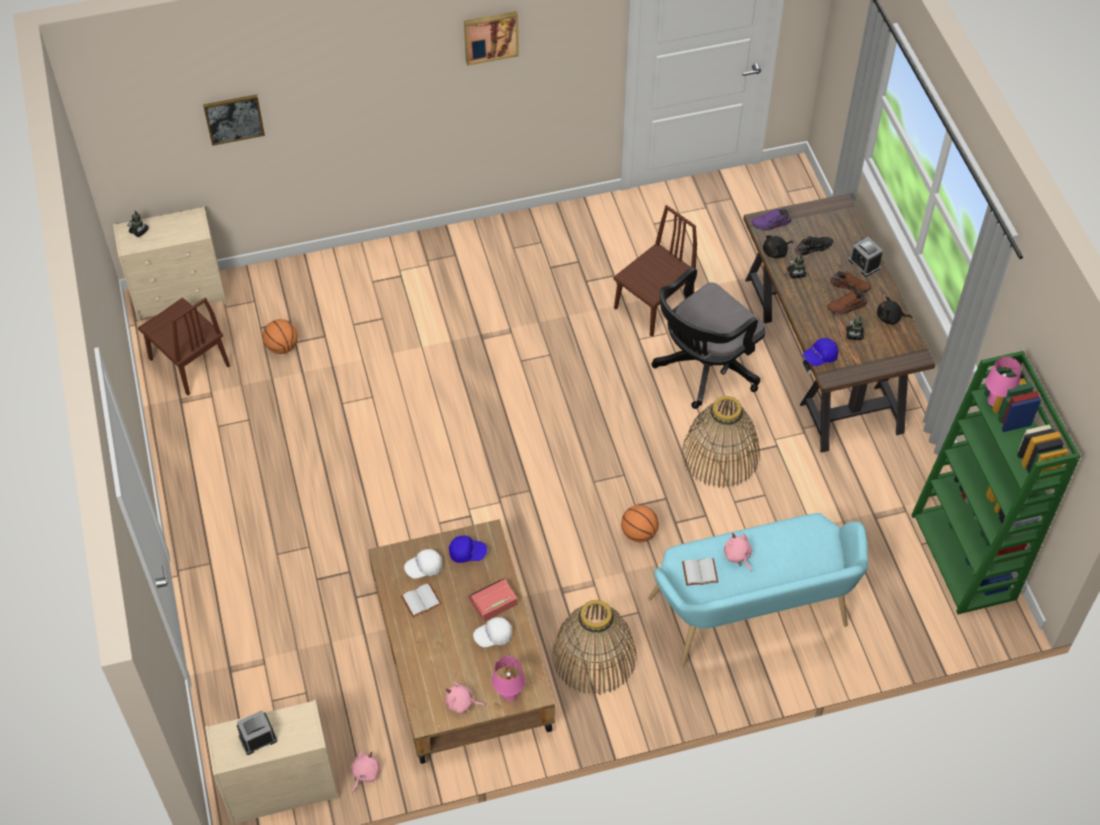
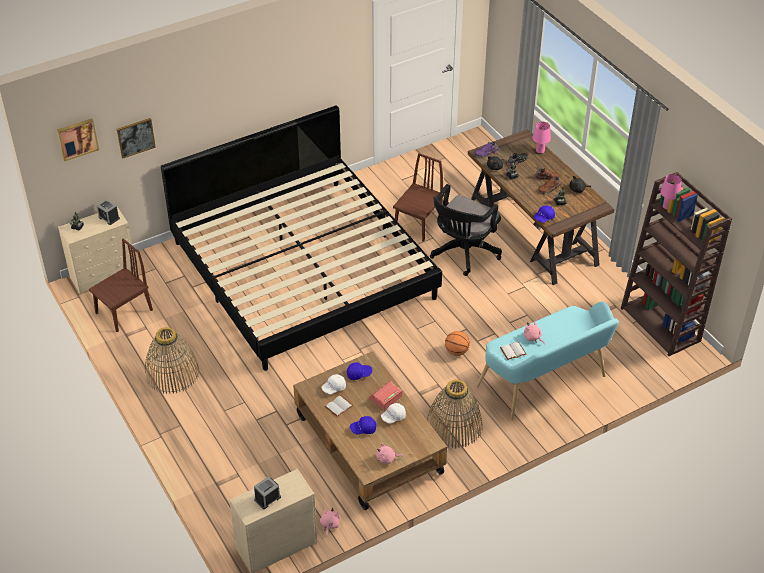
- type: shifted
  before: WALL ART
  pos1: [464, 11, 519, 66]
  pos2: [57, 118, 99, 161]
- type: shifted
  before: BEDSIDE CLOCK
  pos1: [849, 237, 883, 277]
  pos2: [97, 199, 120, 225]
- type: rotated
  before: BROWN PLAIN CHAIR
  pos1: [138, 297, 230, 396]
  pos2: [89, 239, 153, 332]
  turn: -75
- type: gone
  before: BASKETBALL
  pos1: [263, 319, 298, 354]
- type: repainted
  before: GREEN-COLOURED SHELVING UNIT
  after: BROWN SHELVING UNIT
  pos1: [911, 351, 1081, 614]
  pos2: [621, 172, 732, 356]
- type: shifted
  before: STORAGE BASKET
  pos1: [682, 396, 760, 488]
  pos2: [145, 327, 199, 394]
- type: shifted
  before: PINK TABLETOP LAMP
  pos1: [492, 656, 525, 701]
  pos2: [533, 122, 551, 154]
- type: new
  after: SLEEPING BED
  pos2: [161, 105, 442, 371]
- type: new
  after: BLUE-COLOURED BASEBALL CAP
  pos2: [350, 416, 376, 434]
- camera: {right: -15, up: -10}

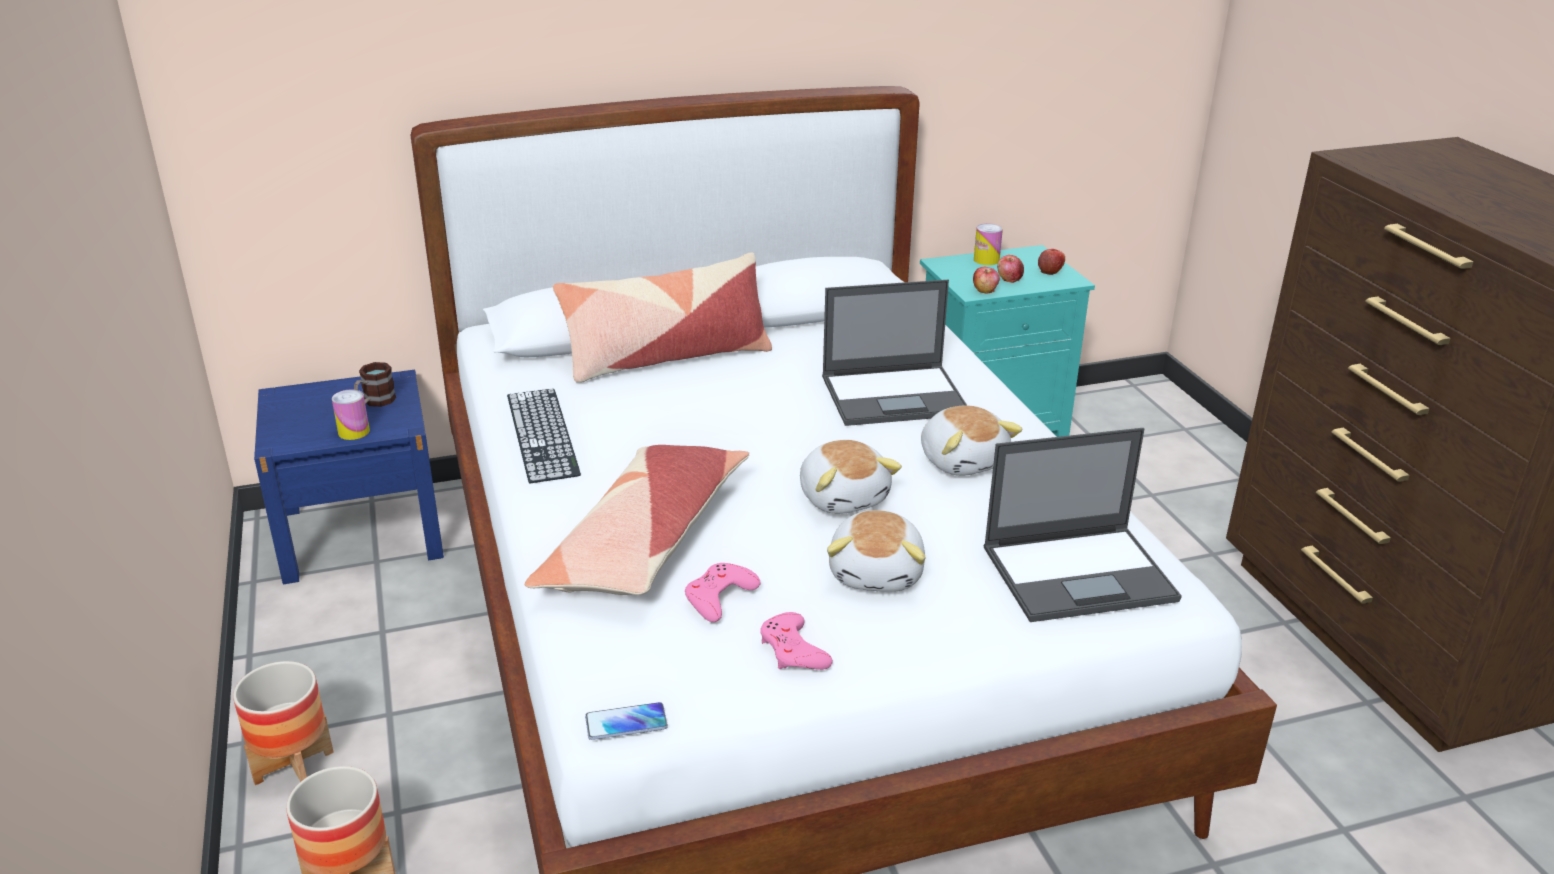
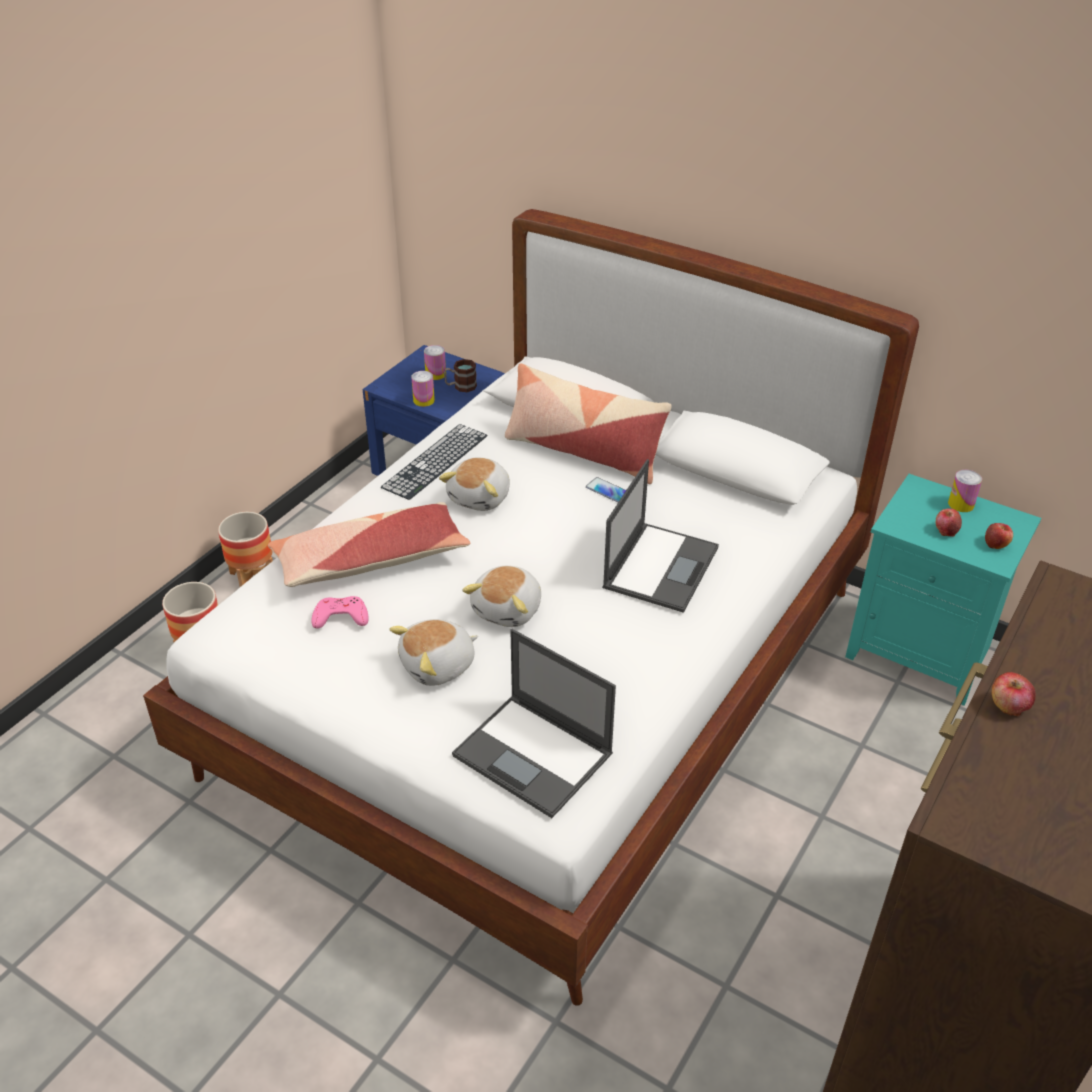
- type: shifted
  before: WHOLE APPLE
  pos1: [973, 267, 1000, 294]
  pos2: [992, 672, 1036, 717]
- type: rotated
  before: PORTABLE COMPUTER
  pos1: [822, 280, 967, 426]
  pos2: [602, 459, 719, 613]
  turn: -105
- type: shifted
  before: CUDDLY TOY
  pos1: [921, 405, 1022, 476]
  pos2: [439, 457, 510, 511]
- type: gone
  before: PINK GAME CONTROLLER
  pos1: [760, 612, 833, 670]
- type: shifted
  before: TELEPHONE
  pos1: [585, 702, 668, 740]
  pos2: [586, 477, 626, 503]
- type: new
  after: METAL CAN
  pos2: [424, 345, 446, 380]
- camera: {right: 50, up: 10}

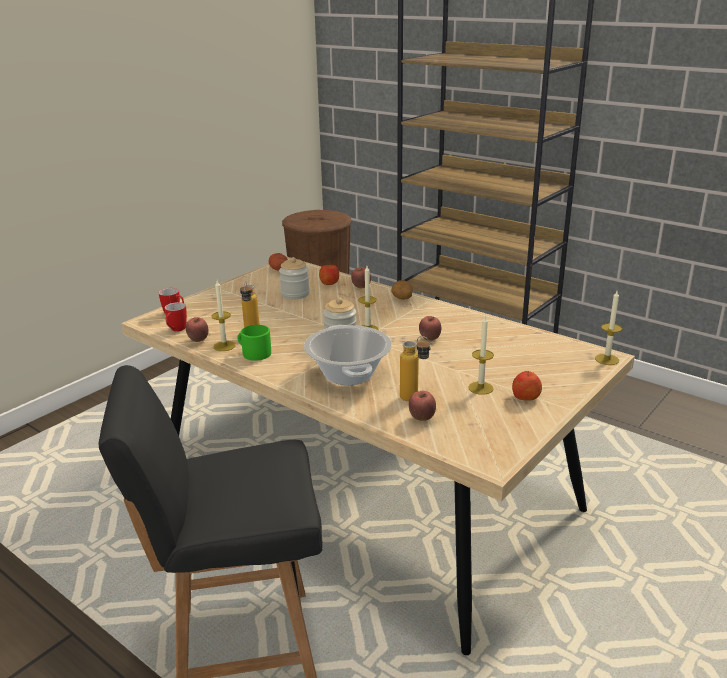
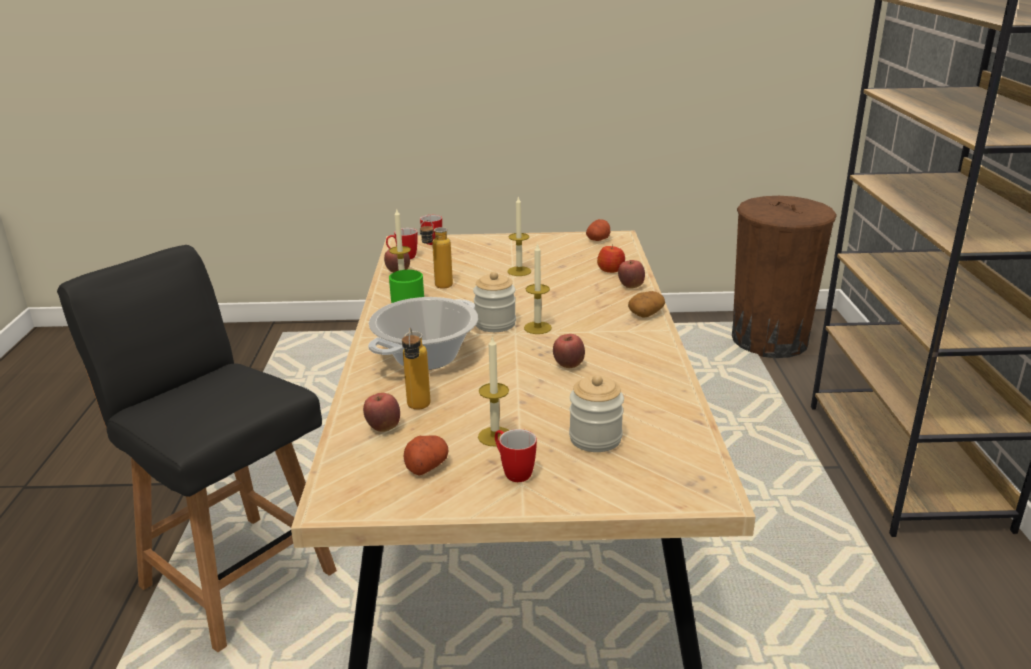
- type: shifted
  before: JAR
  pos1: [279, 257, 310, 299]
  pos2: [569, 375, 624, 452]
- type: shifted
  before: WAX CANDLE
  pos1: [595, 291, 622, 365]
  pos2: [508, 197, 531, 276]
- type: swapped
  before: WHOLE APPLE
  after: MUG
  pos1: [512, 371, 542, 401]
  pos2: [495, 429, 537, 482]
- type: new
  after: SPUD
  pos2: [403, 435, 448, 475]
- camera: {right: 50, up: 0}

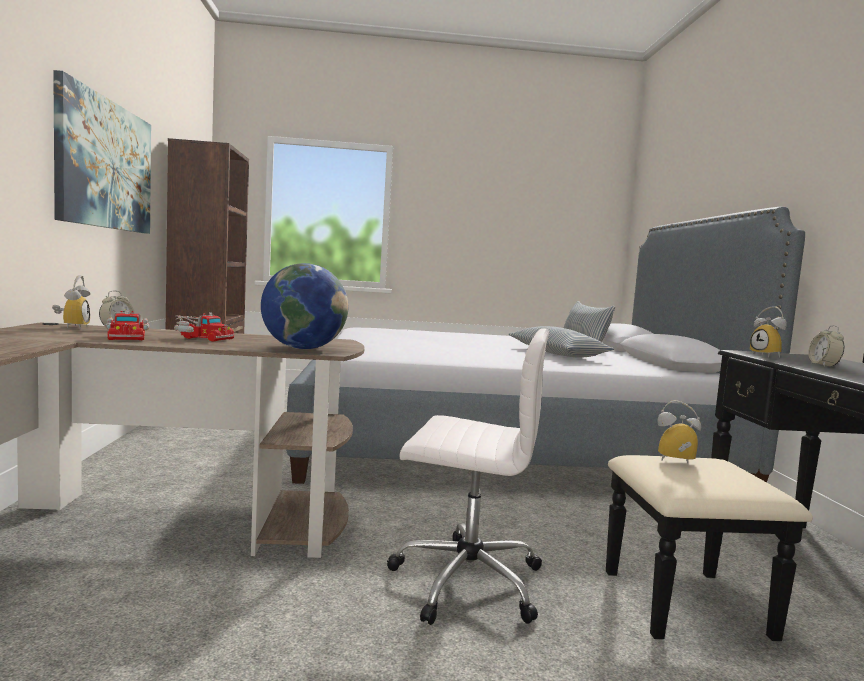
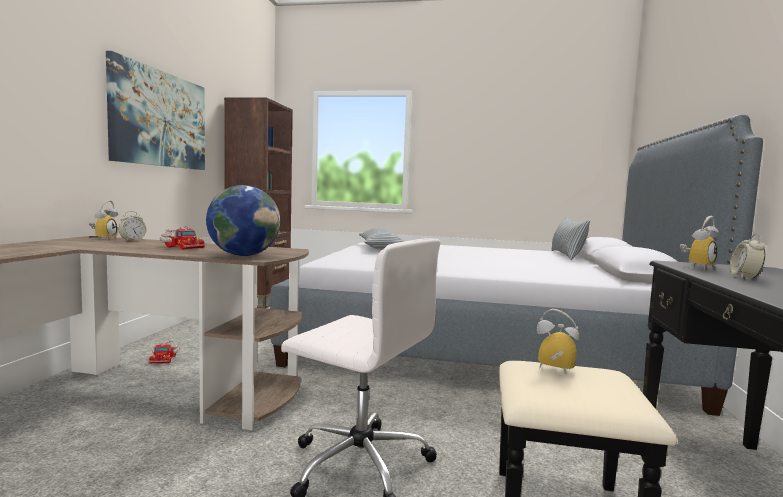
- type: rotated
  before: BEDSIDE CLOCK
  pos1: [750, 306, 787, 358]
  pos2: [680, 216, 720, 269]
  turn: -120
- type: shifted
  before: TOY LORRY
  pos1: [105, 310, 150, 340]
  pos2: [149, 339, 180, 364]
- type: shifted
  before: PILLOW
  pos1: [508, 326, 614, 358]
  pos2: [359, 227, 404, 250]
- camera: {right: 15, up: 0}

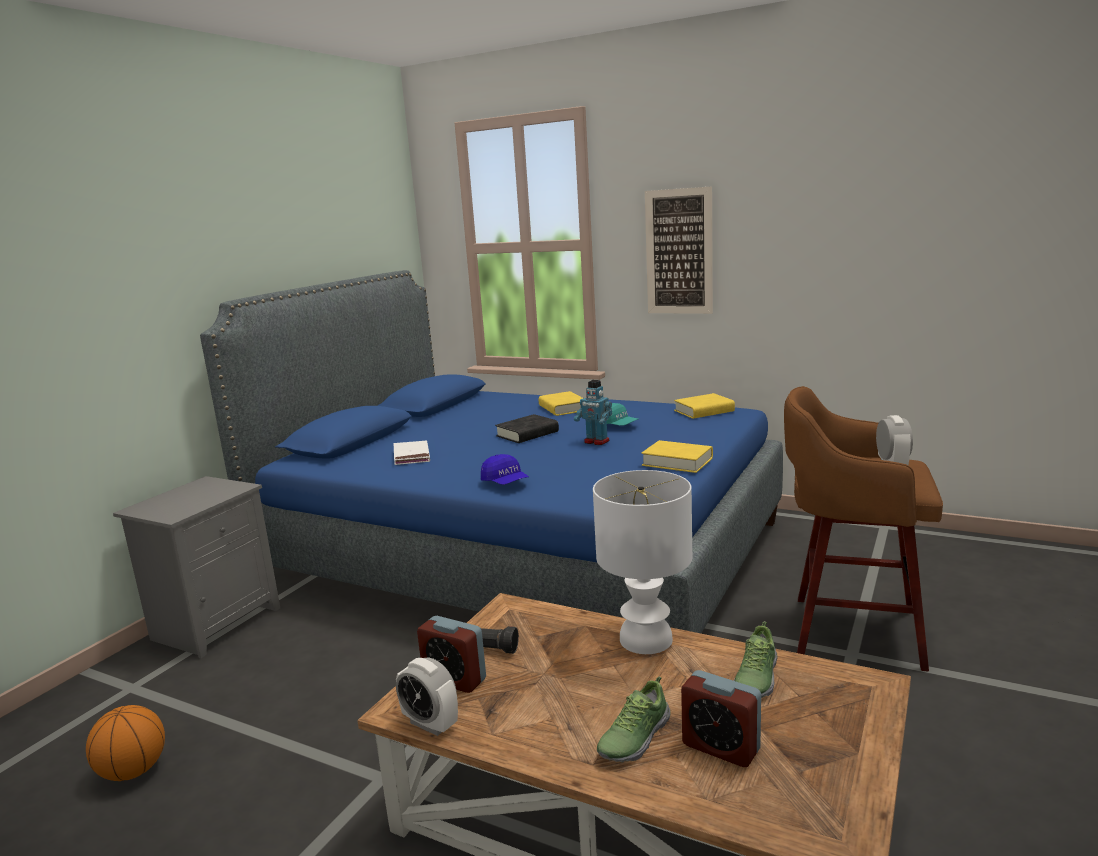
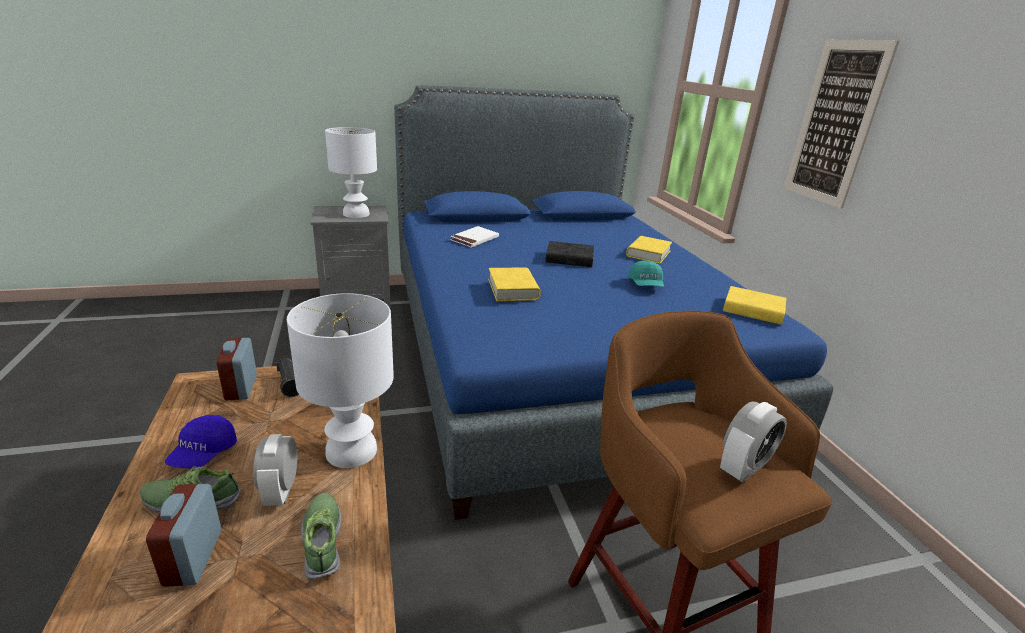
- type: gone
  before: MODEL ROBOT
  pos1: [574, 380, 612, 445]
- type: shifted
  before: YELLOWISH BOUND BOOK
  pos1: [641, 440, 713, 473]
  pos2: [488, 267, 541, 301]
- type: shifted
  before: BLUE-COLOURED BASEBALL CAP
  pos1: [481, 454, 529, 485]
  pos2: [165, 415, 237, 468]
- type: rotated
  before: LOW SHOE
  pos1: [734, 621, 777, 698]
  pos2: [301, 493, 342, 580]
  turn: 90
- type: shifted
  before: BEDSIDE CLOCK
  pos1: [396, 657, 458, 736]
  pos2: [253, 434, 297, 506]
- type: gone
  before: BASKETBALL
  pos1: [86, 705, 165, 781]
- type: new
  after: WHITE-COLOURED TABLETOP LAMP
  pos2: [325, 127, 377, 218]
- camera: {right: 45, up: 10}

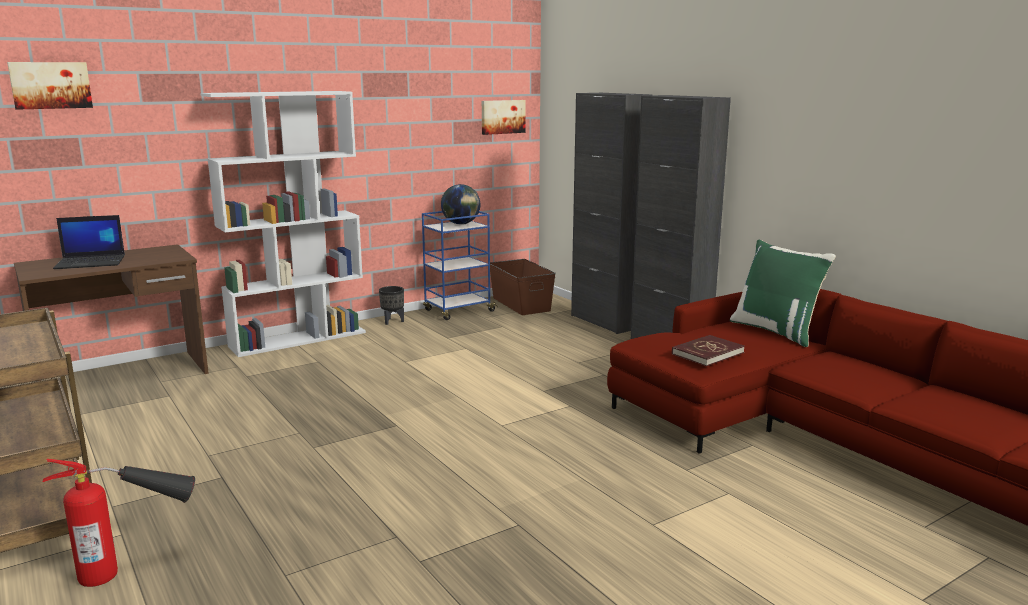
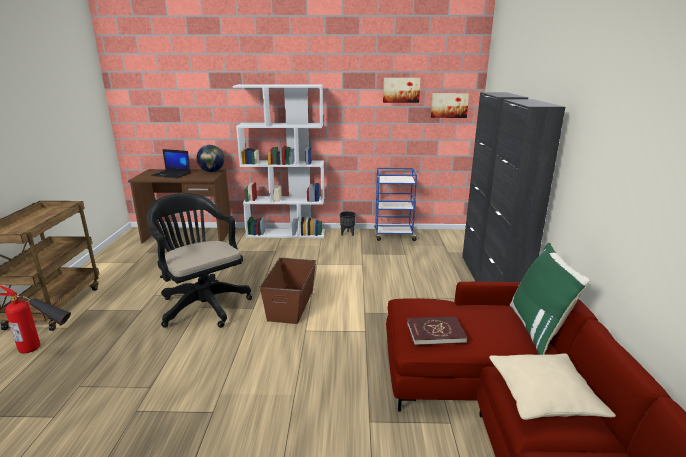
- type: shifted
  before: WALL ART
  pos1: [7, 62, 93, 110]
  pos2: [383, 78, 421, 103]
- type: shifted
  before: DESK GLOBE
  pos1: [441, 184, 480, 225]
  pos2: [197, 145, 224, 172]
- type: shifted
  before: BROWN STORAGE BIN
  pos1: [490, 259, 556, 315]
  pos2: [260, 258, 316, 324]
- type: new
  after: BLACKISH DESK CHAIR
  pos2: [146, 193, 252, 328]
- type: new
  after: SAND-COLOURED PILLOW
  pos2: [489, 353, 616, 420]
- camera: {right: 35, up: 5}

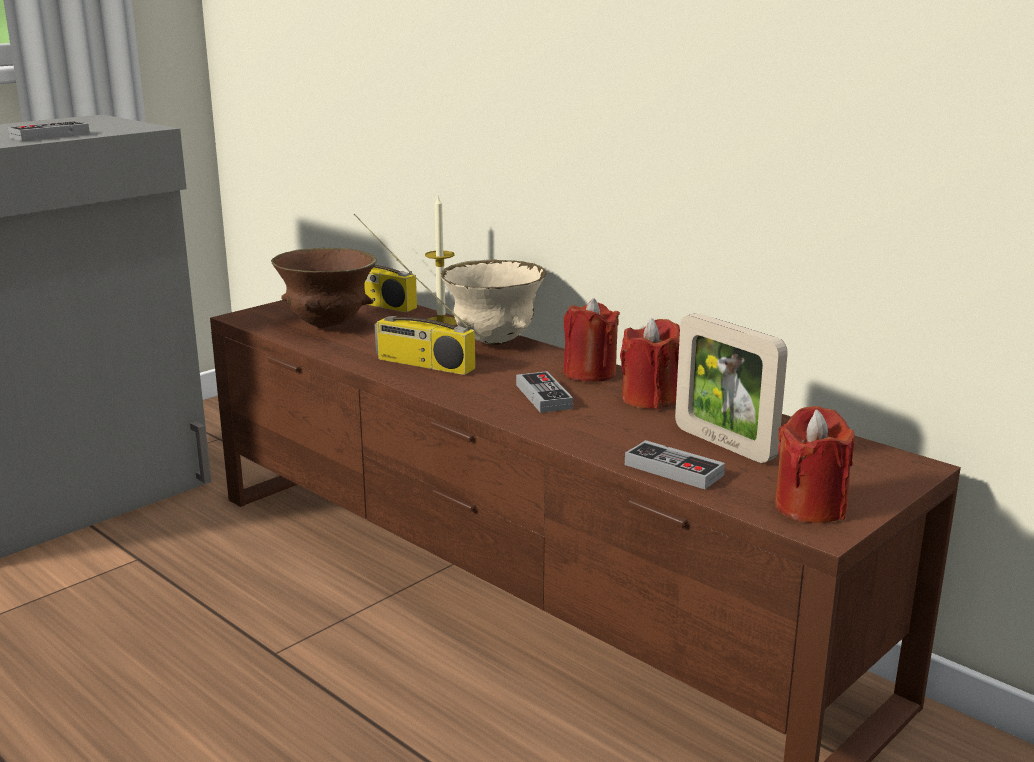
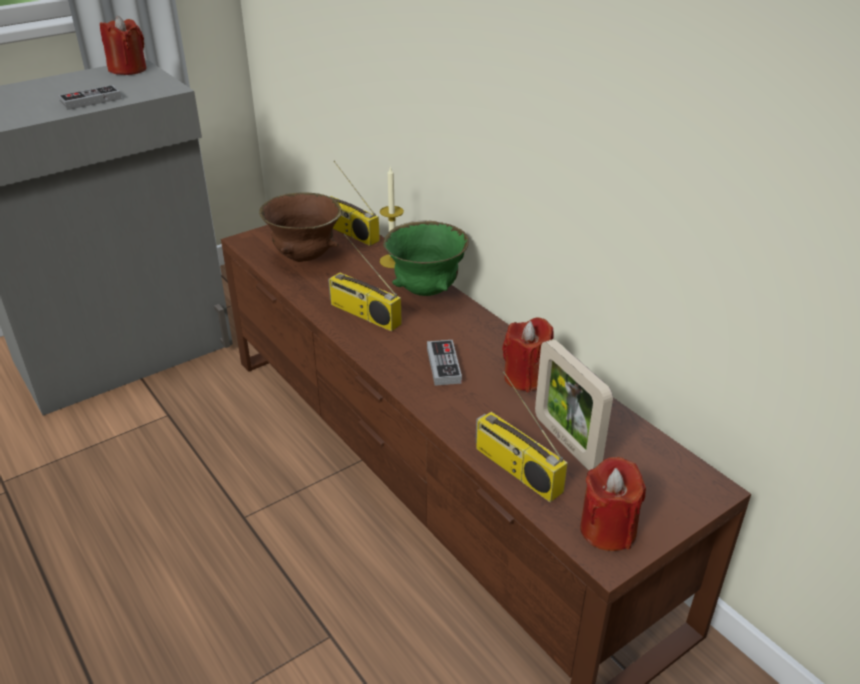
- type: repainted
  before: SAND-COLOURED BOWL
  after: GREEN-COLOURED BOWL
  pos1: [441, 260, 546, 345]
  pos2: [384, 221, 469, 296]
- type: shifted
  before: RED WAX CANDLE
  pos1: [563, 298, 620, 382]
  pos2: [100, 16, 146, 75]
- type: swapped
  before: GAME CONTROLLER
  after: RADIO SET
  pos1: [625, 440, 725, 489]
  pos2: [475, 371, 567, 502]
- camera: {right: 10, up: 15}

